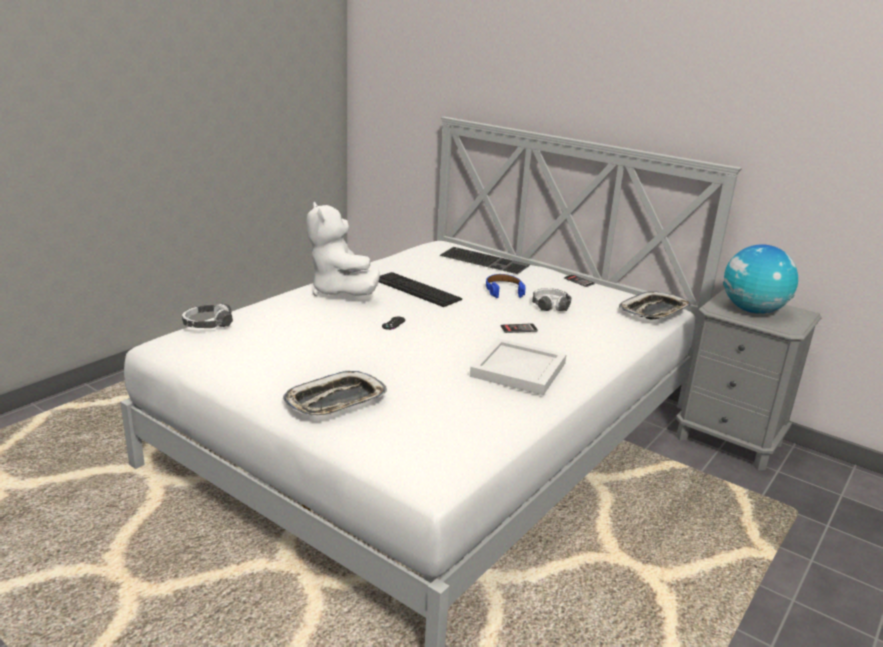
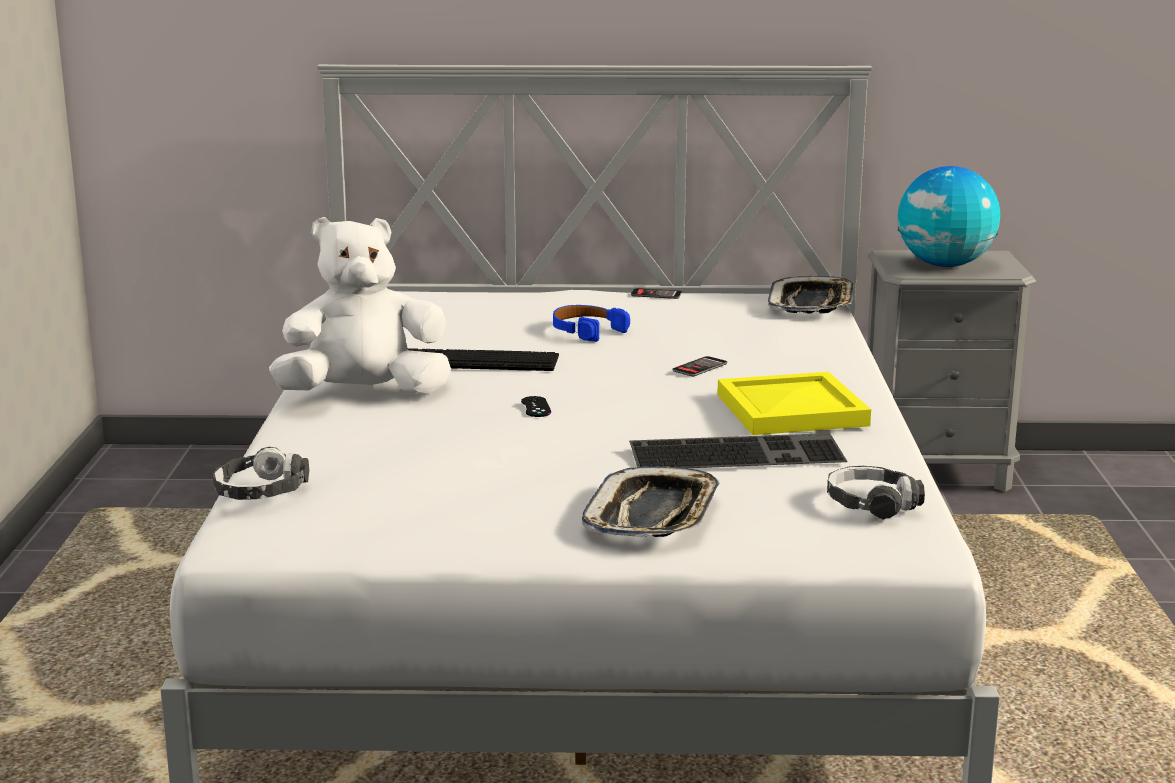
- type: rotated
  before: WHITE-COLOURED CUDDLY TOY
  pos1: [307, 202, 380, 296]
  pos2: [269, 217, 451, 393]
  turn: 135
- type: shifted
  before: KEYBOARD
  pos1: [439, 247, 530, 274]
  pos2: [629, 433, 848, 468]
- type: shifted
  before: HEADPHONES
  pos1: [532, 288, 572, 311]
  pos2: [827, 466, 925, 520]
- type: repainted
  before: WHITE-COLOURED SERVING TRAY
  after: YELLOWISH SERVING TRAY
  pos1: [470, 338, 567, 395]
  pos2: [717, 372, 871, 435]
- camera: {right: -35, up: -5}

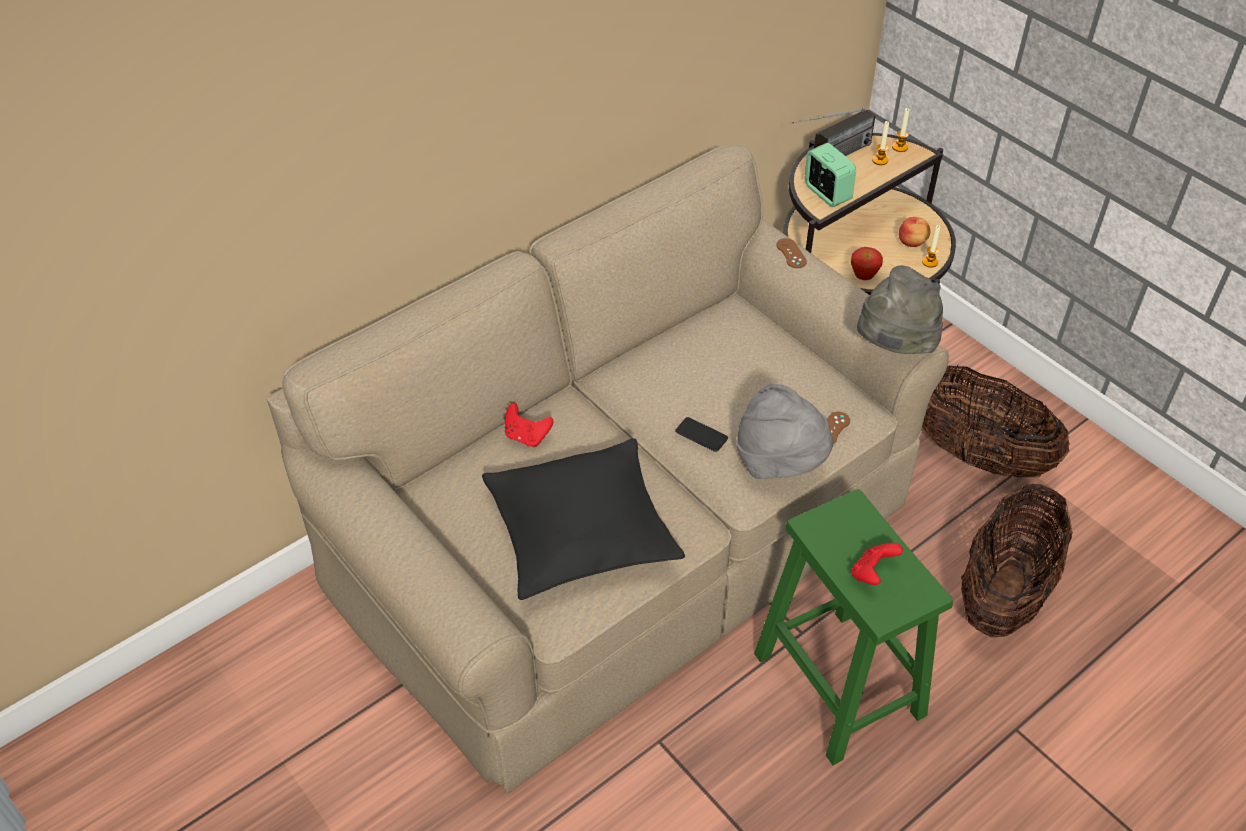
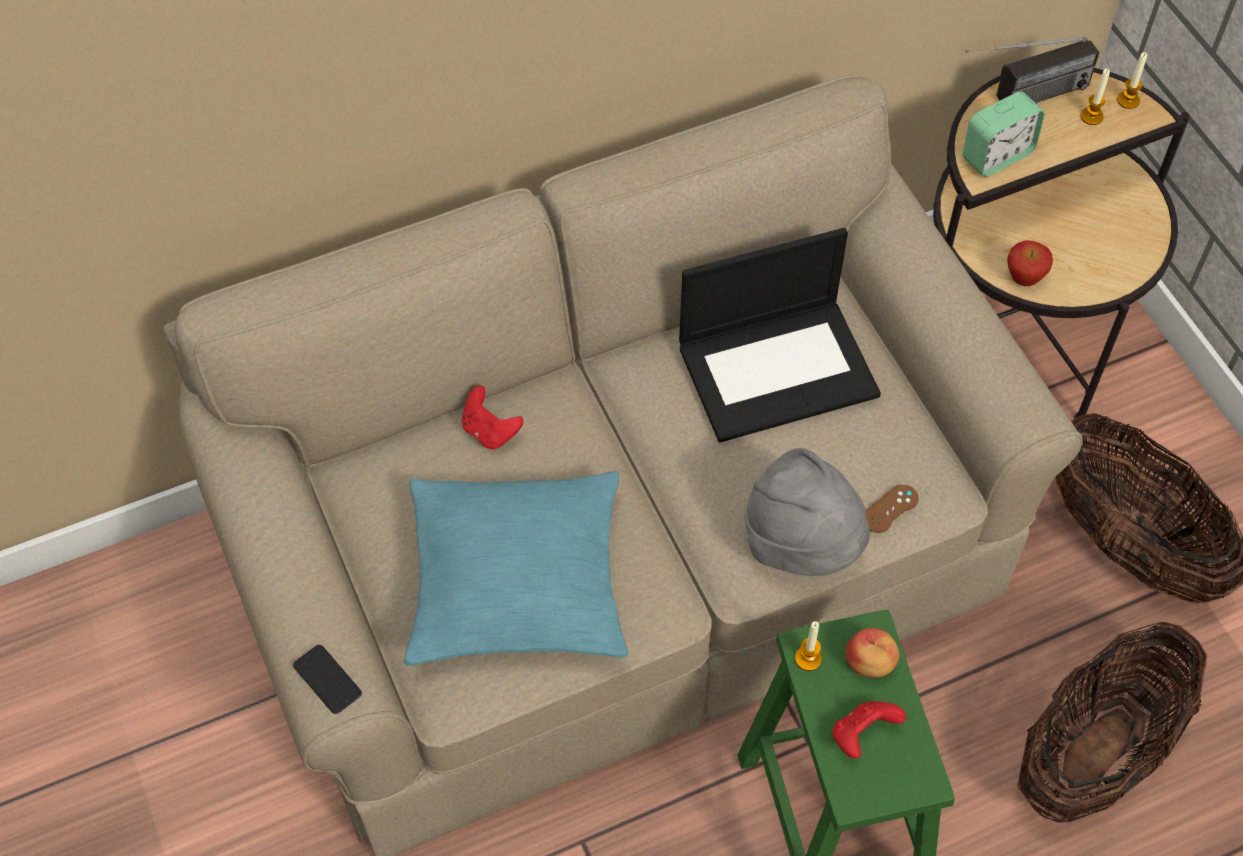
- type: rotated
  before: BEDSIDE CLOCK
  pos1: [805, 143, 856, 207]
  pos2: [963, 91, 1045, 177]
  turn: 75
- type: shifted
  before: WHOLE APPLE
  pos1: [899, 217, 930, 247]
  pos2: [845, 628, 899, 677]
- type: shifted
  before: WAX CANDLE
  pos1: [922, 225, 940, 268]
  pos2: [795, 621, 822, 671]
- type: gone
  before: BROWN GAME CONTROLLER
  pos1: [776, 238, 807, 268]
- type: gone
  before: GREYISH WEARABLE HAT
  pos1: [857, 265, 943, 354]
- type: shifted
  before: TELEPHONE
  pos1: [675, 417, 728, 452]
  pos2: [293, 645, 362, 714]
- type: repainted
  before: BLACKISH PILLOW
  after: BLUE-GREEN PILLOW
  pos1: [482, 438, 685, 600]
  pos2: [404, 471, 628, 665]
- type: new
  after: PORTABLE COMPUTER
  pos2: [679, 228, 881, 443]
- camera: {right: 15, up: 10}

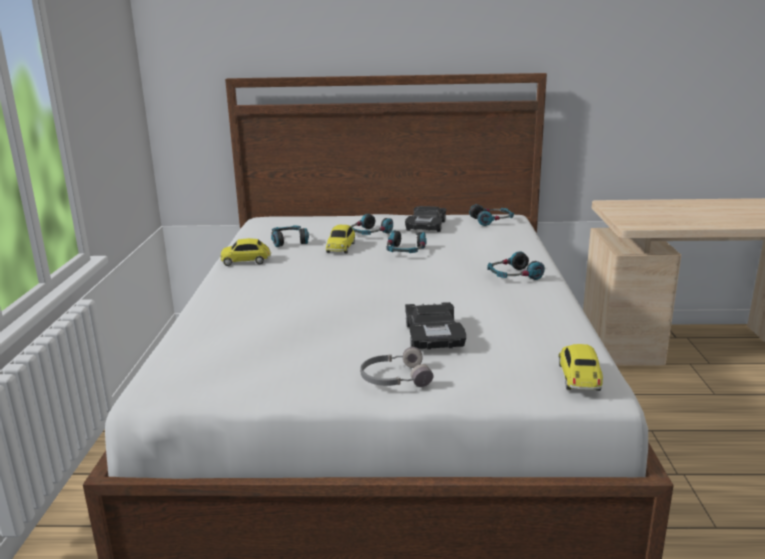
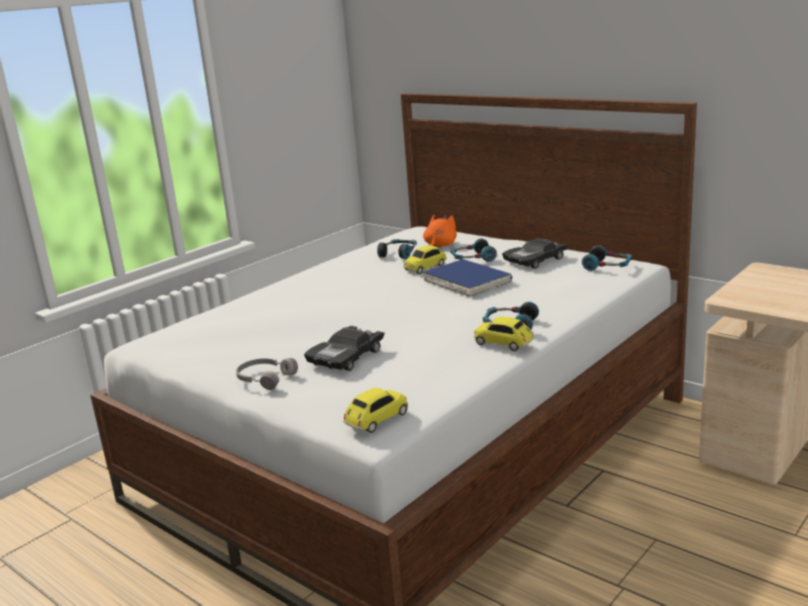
- type: swapped
  before: HEADPHONES
  after: BLUE-COLOURED BOUND BOOK
  pos1: [387, 230, 427, 253]
  pos2: [423, 259, 512, 298]
- type: shifted
  before: MODEL CAR
  pos1: [220, 238, 271, 266]
  pos2: [474, 316, 534, 351]
- type: new
  after: ORANGE-COLOURED CUDDLY TOY
  pos2: [423, 215, 457, 247]
- camera: {right: 40, up: 0}

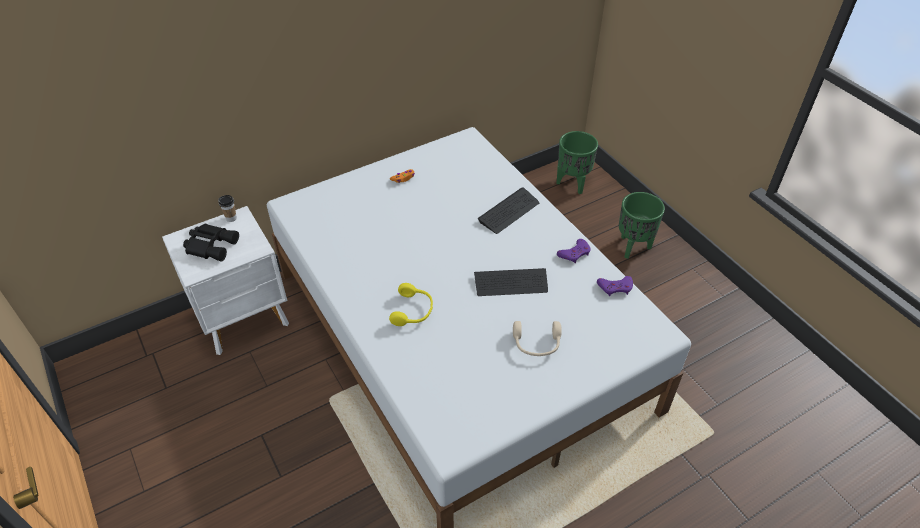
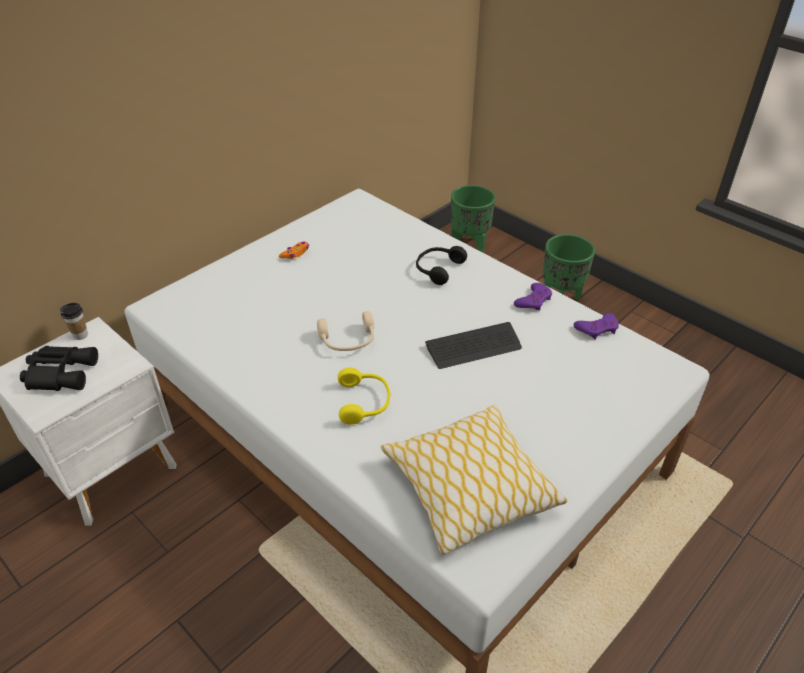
- type: swapped
  before: KEYBOARD
  after: BLACKISH HEADPHONES
  pos1: [478, 188, 539, 234]
  pos2: [416, 246, 467, 285]
- type: shifted
  before: SAND-COLOURED HEADPHONES
  pos1: [513, 321, 562, 356]
  pos2: [317, 311, 374, 351]
- type: new
  after: PILLOW
  pos2: [381, 404, 568, 555]
- camera: {right: -15, up: -5}

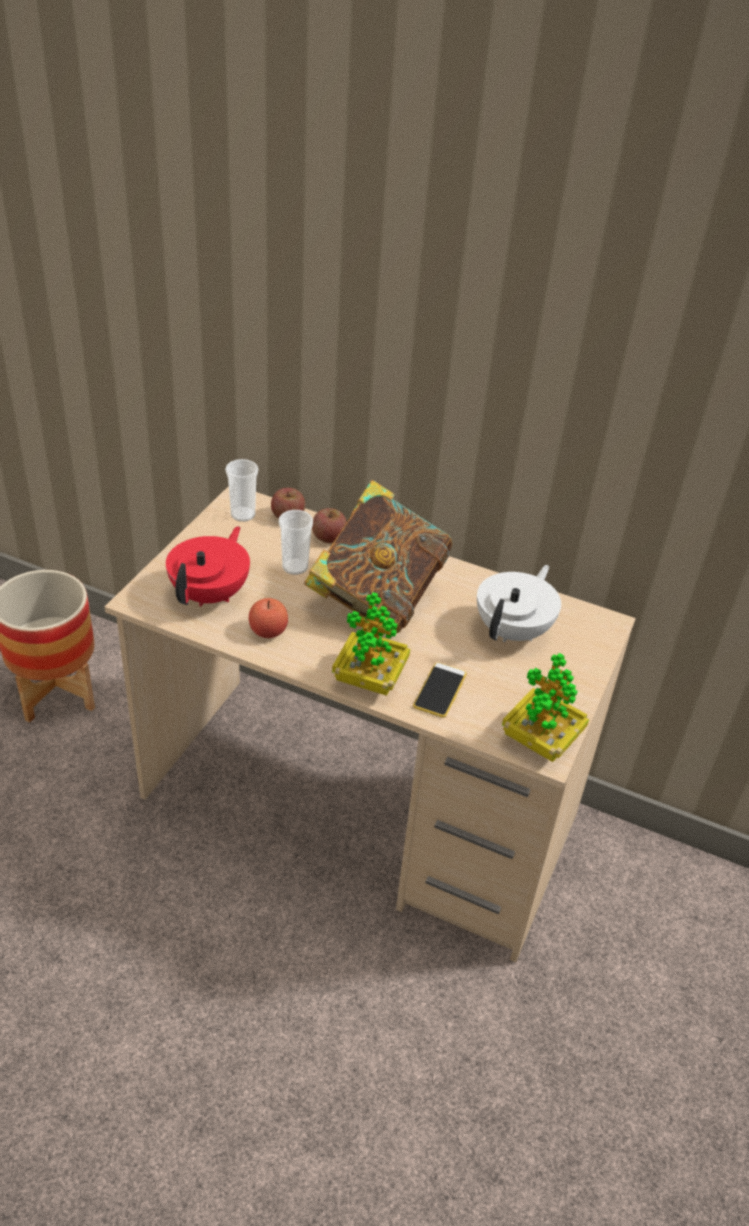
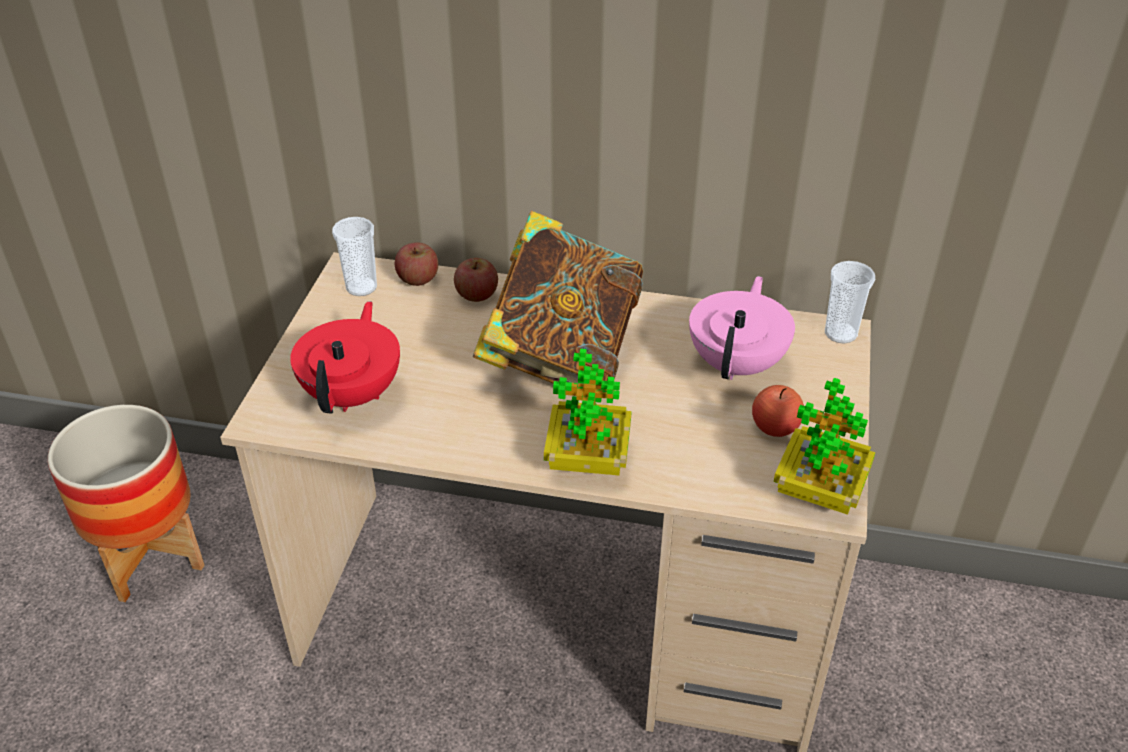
- type: shifted
  before: SMALL CUP
  pos1: [279, 510, 313, 575]
  pos2: [825, 261, 875, 344]
- type: repainted
  before: WHITE-COLOURED TEA POT
  after: PINK TEA POT
  pos1: [477, 565, 561, 643]
  pos2: [689, 276, 795, 380]
- type: shifted
  before: WHOLE APPLE
  pos1: [249, 598, 288, 638]
  pos2: [752, 385, 804, 437]
- type: gone
  before: TELEPHONE
  pos1: [413, 662, 467, 718]
- camera: {right: -10, up: 0}

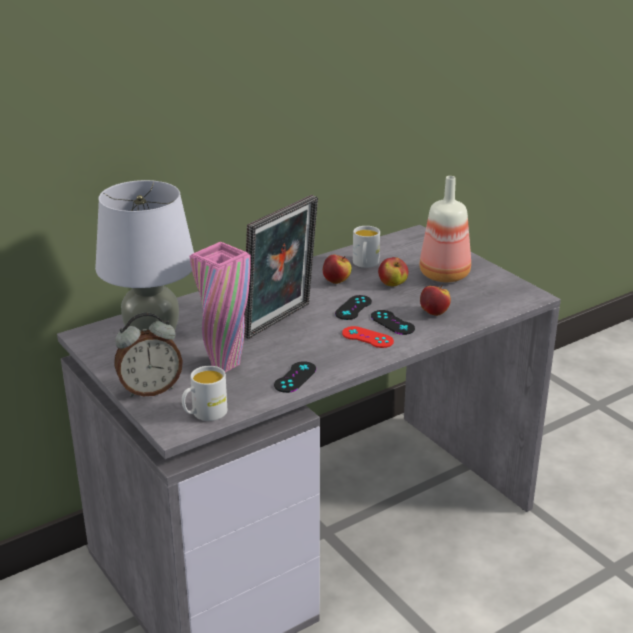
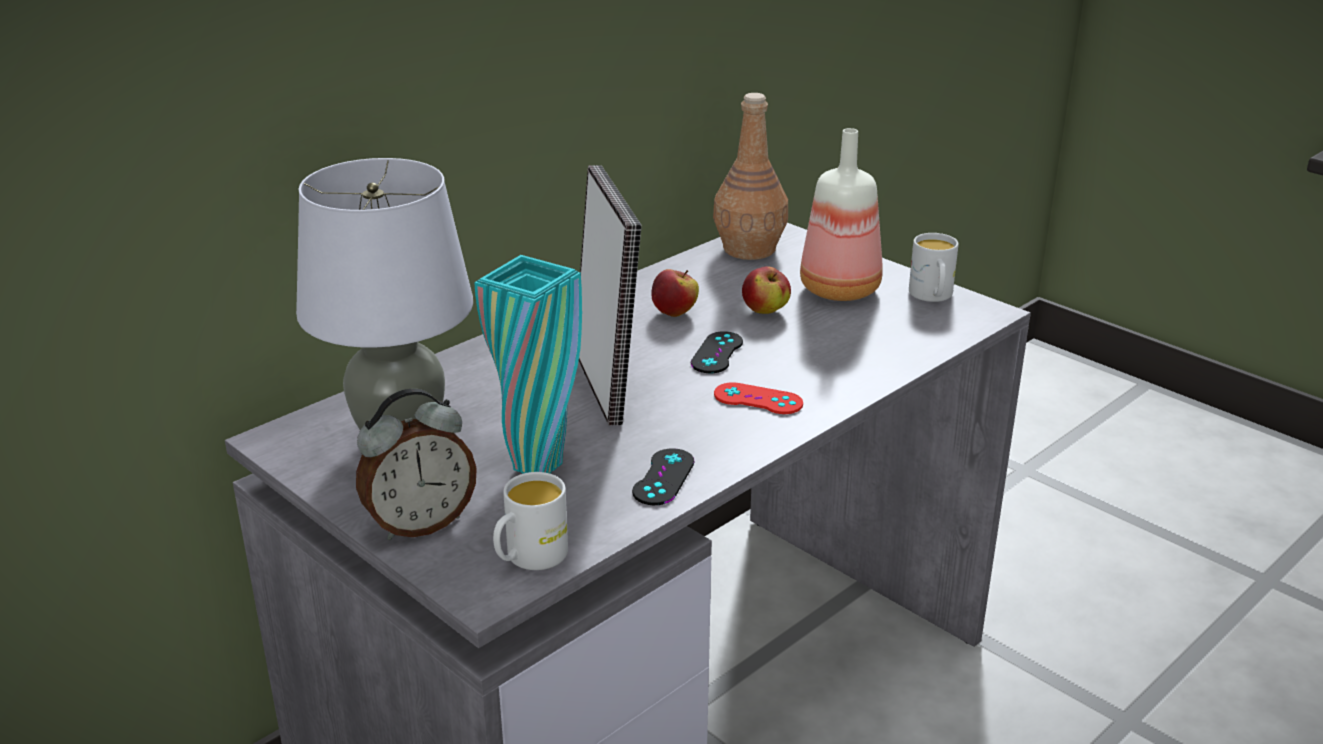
- type: rotated
  before: PHOTO FRAME
  pos1: [244, 195, 318, 339]
  pos2: [579, 165, 641, 426]
  turn: -45
- type: shifted
  before: WHITE-COLOURED MUG
  pos1: [353, 226, 380, 268]
  pos2: [909, 233, 959, 302]
- type: repainted
  before: PINK VASE
  after: BLUE-GREEN VASE
  pos1: [190, 242, 251, 372]
  pos2: [474, 255, 582, 474]
- type: gone
  before: WHOLE APPLE
  pos1: [420, 285, 451, 316]
- type: gone
  before: BLACKISH GAME CONTROLLER
  pos1: [371, 310, 415, 335]
- type: new
  after: BROWN BEVERAGE BOTTLE
  pos2: [713, 93, 788, 260]
- camera: {right: -10, up: 0}

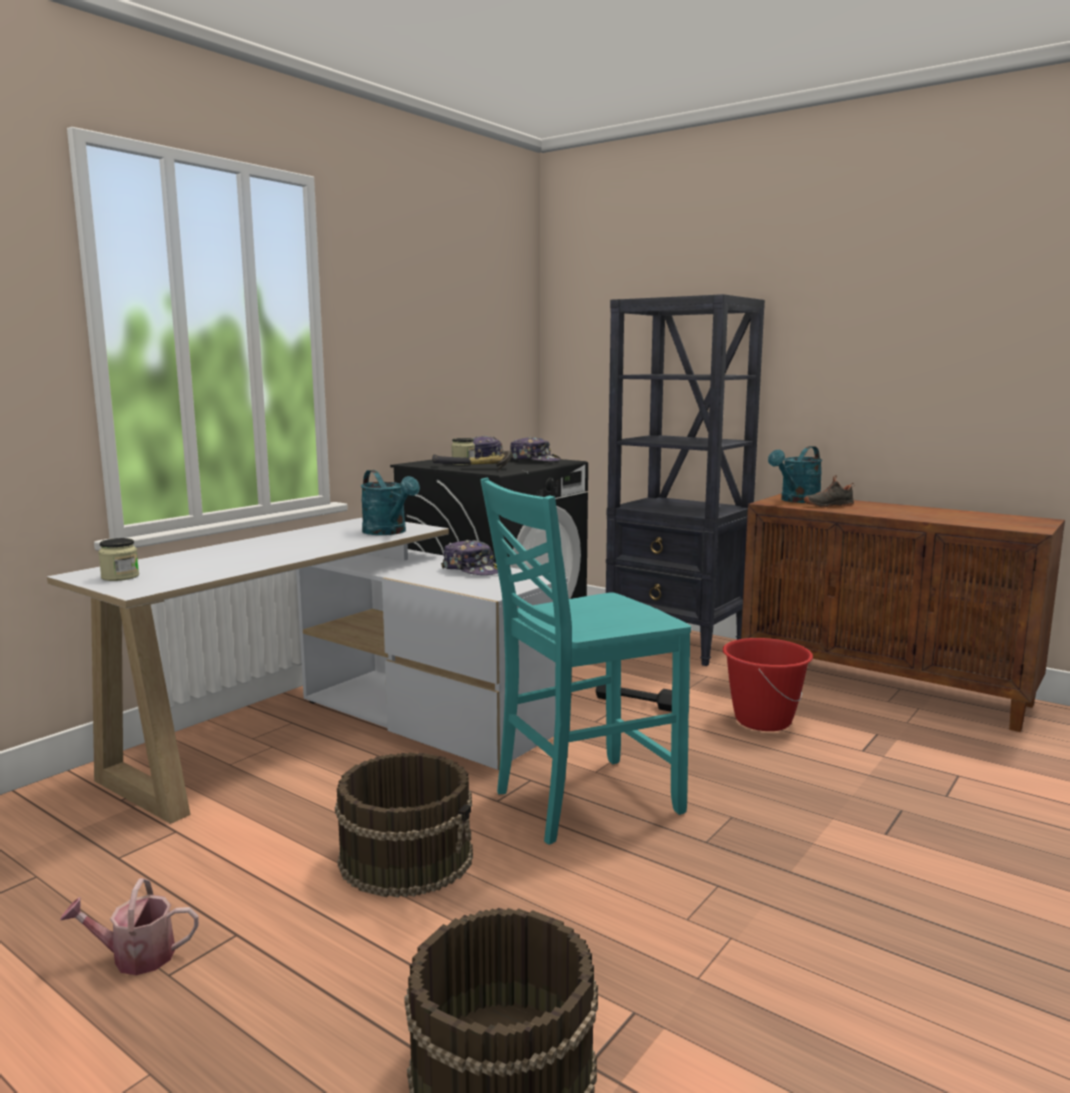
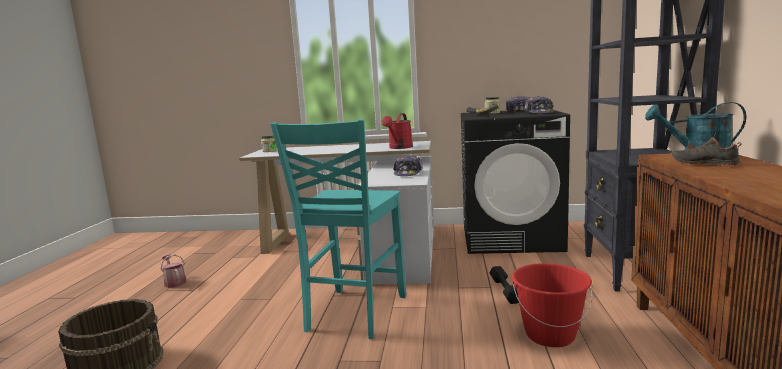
- type: repainted
  before: BLUE-GREEN WATERING POT
  after: RED WATERING POT
  pos1: [361, 470, 420, 535]
  pos2: [382, 113, 413, 149]
- type: rotated
  before: BLUE-GREEN PLAIN CHAIR
  pos1: [480, 478, 691, 845]
  pos2: [271, 119, 406, 339]
  turn: -105
- type: gone
  before: BROWN WATER BUCKET
  pos1: [335, 752, 473, 898]
- camera: {right: 60, up: 0}

